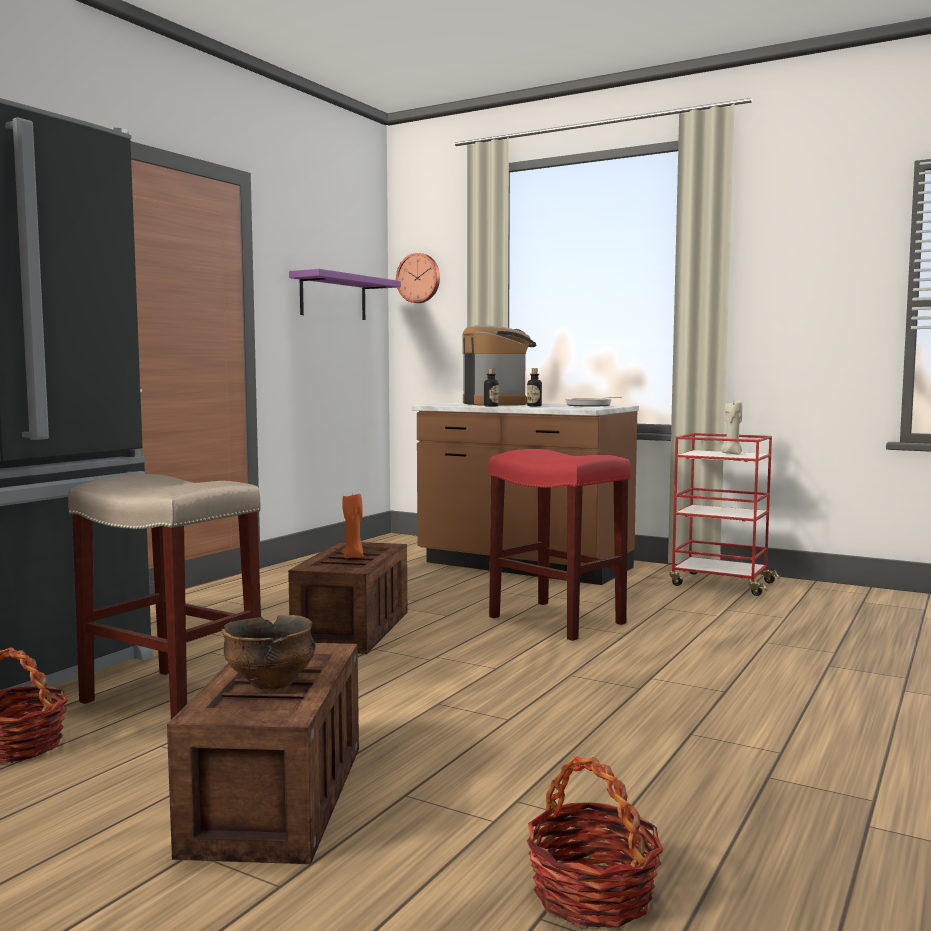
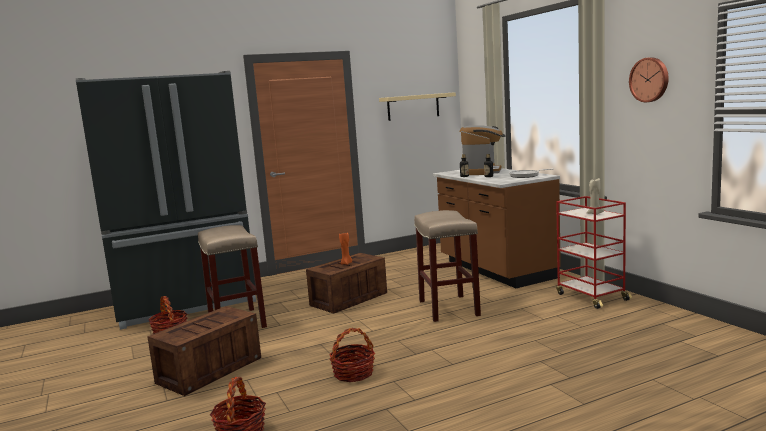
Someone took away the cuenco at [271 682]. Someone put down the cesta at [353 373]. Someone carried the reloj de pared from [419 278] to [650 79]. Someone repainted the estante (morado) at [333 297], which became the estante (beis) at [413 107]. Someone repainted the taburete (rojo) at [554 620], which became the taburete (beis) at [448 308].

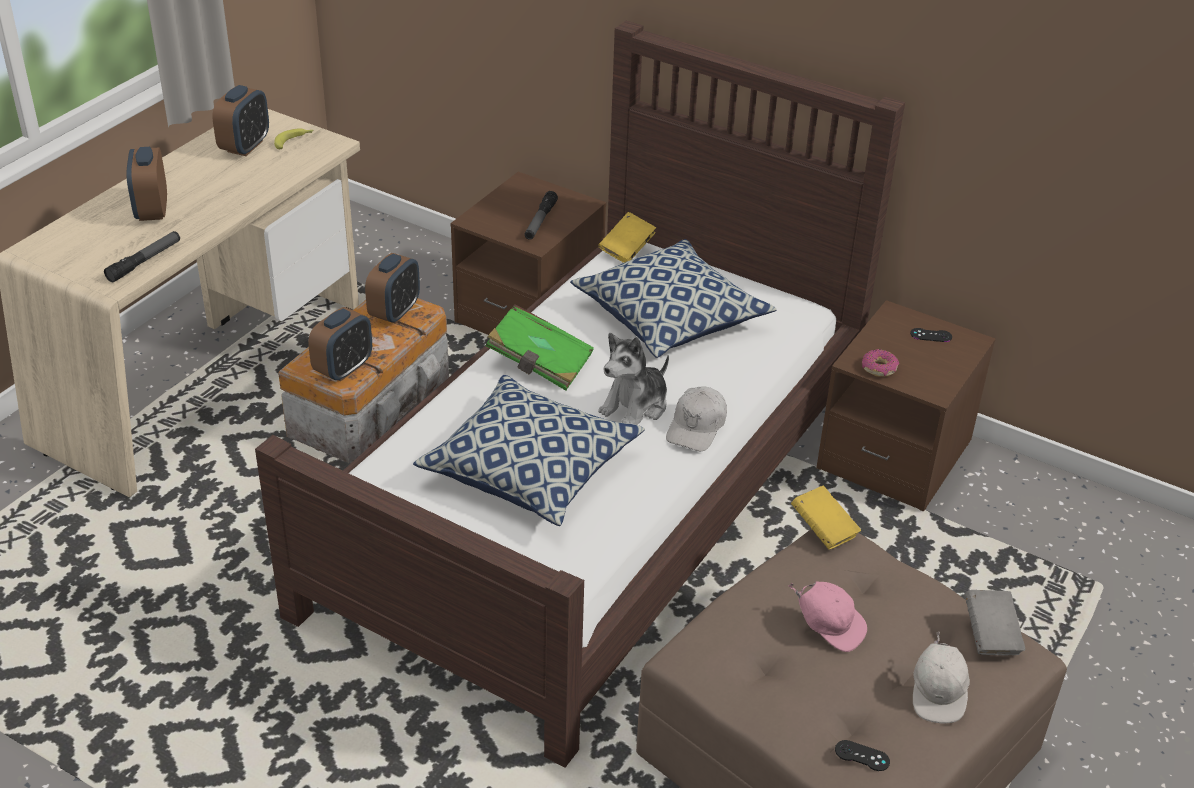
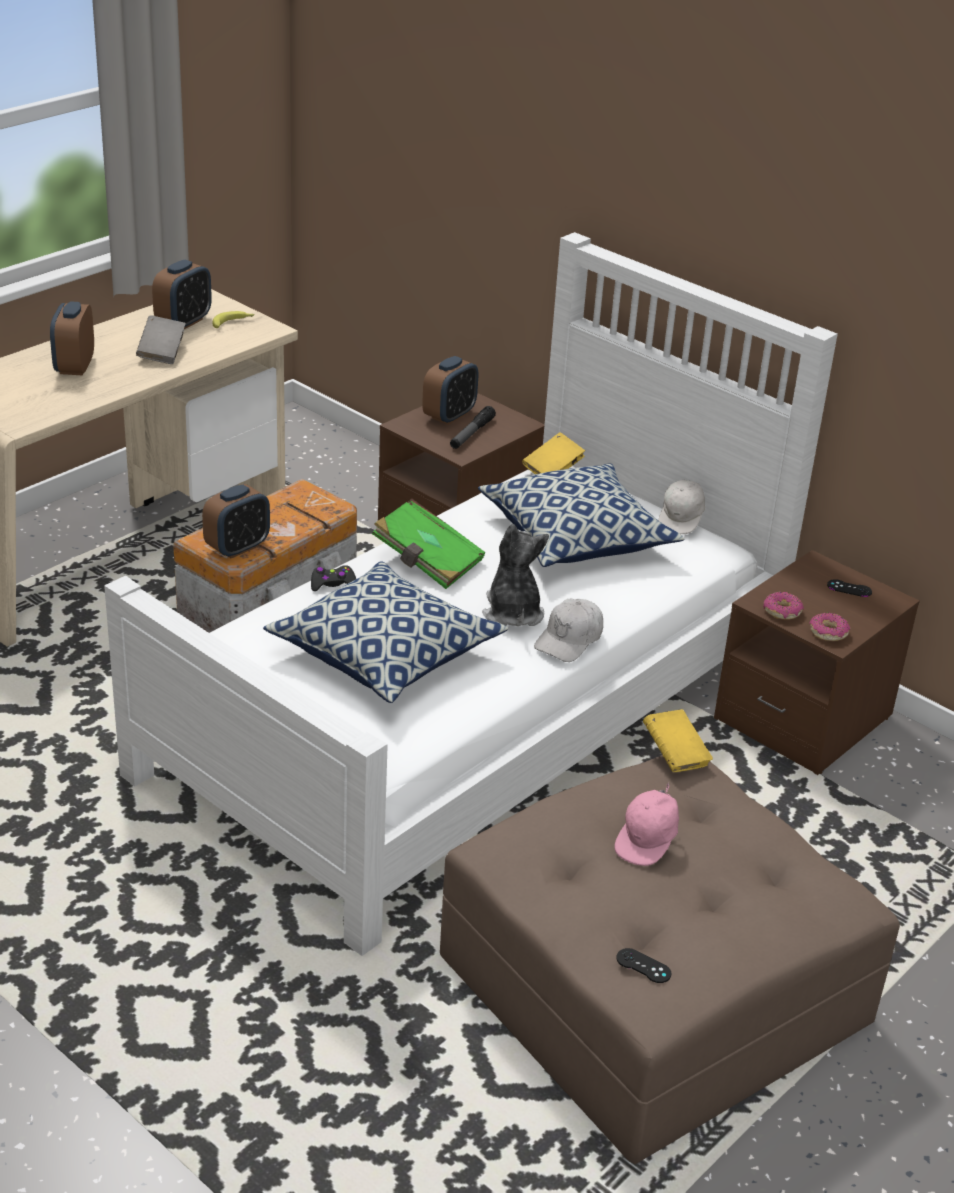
Someone took away the linterna at [144 261]. Someone put down the mando de consola (negro) at [332 584]. Someone put down the rosquilla at [828 632]. Someone carried the despertador from [395 312] to [449 416]. Someone carried the gorra (blanco) from [938 694] to [681 520]. Someone carried the libro (gris) from [990 635] to [162 353]. Someone repainted the cama (marrón) at [595 496], which became the cama (blanco) at [471 712]. Someone rotated the peluche at [635 407] by 120 degrees clockwise. Someone rotated the gorra (rosa) at [829 626] by 75 degrees clockwise.

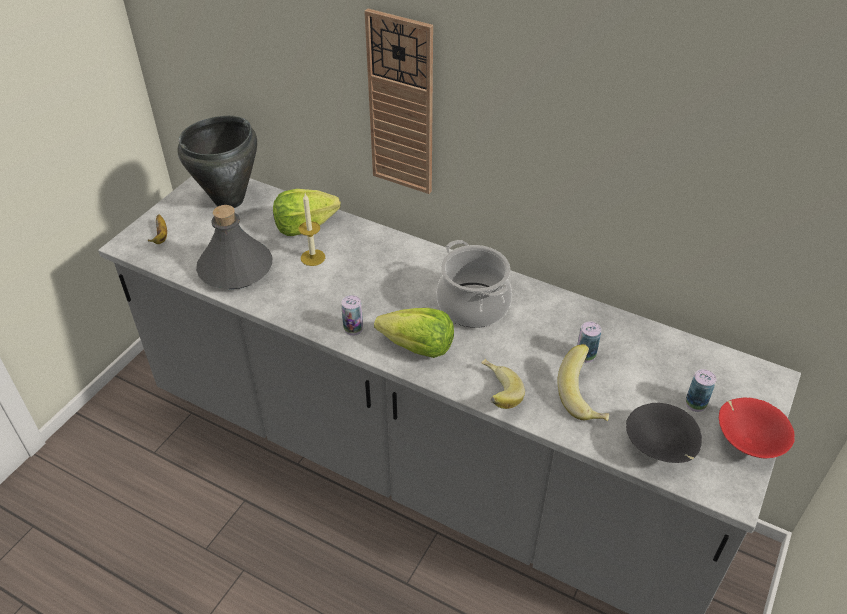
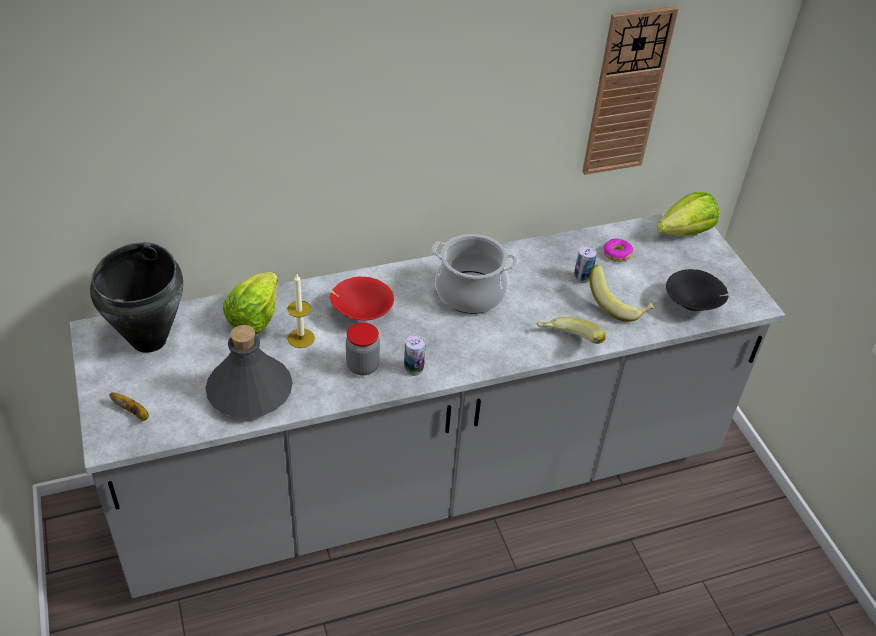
Someone took away the lata at [695 404]. Someone put down the tarro at [362 366]. Someone put down the rosquilla at [616 254]. Someone carried the reloj de pared from [401 105] to [626 93]. Someone carried the lechuga from [417 347] to [685 232]. Someone carried the cuenco (rojo) from [747 441] to [361 314].

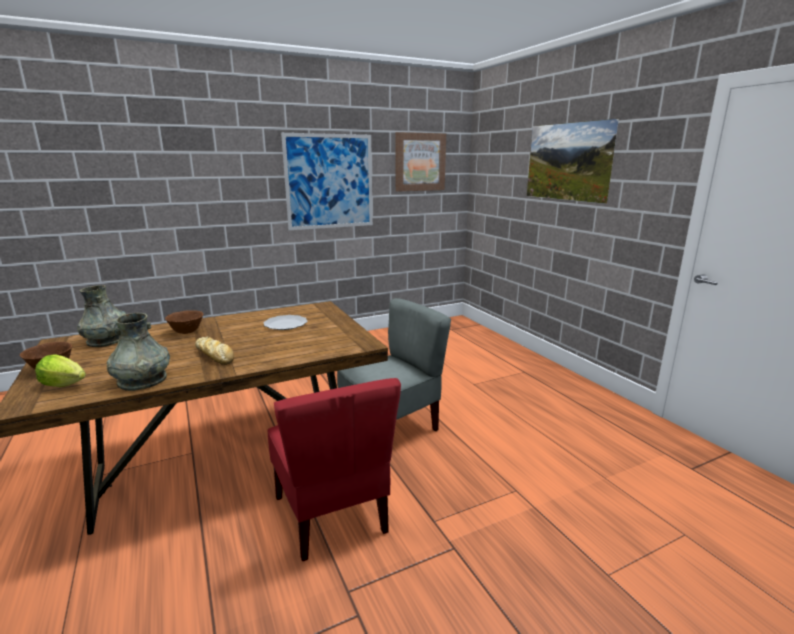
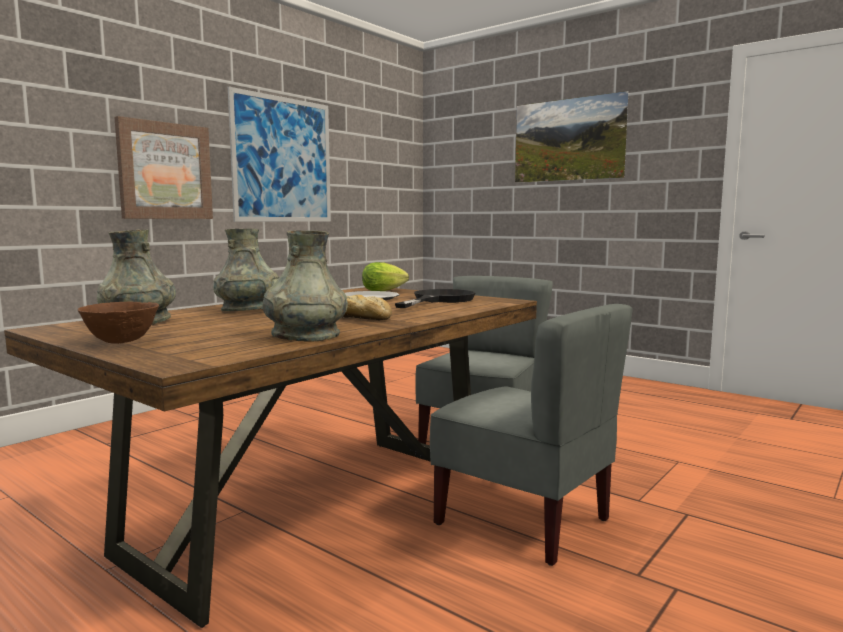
Someone put down the sartén (negro) at [438 300]. Someone carried the lechuga from [66 385] to [385 291]. Someone carried the cuadro from [420 162] to [165 171]. Someone swapped the cuenco (marrón) at [187 332] for the florero (gris) at [248 310]. Someone repainted the silla (rojo) at [332 514], which became the silla (gris) at [524 521].

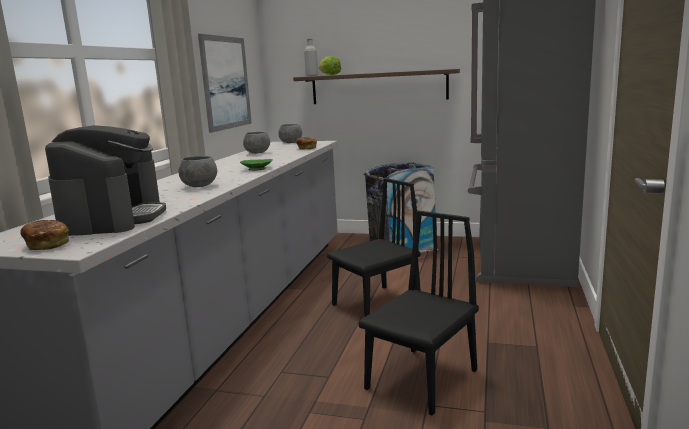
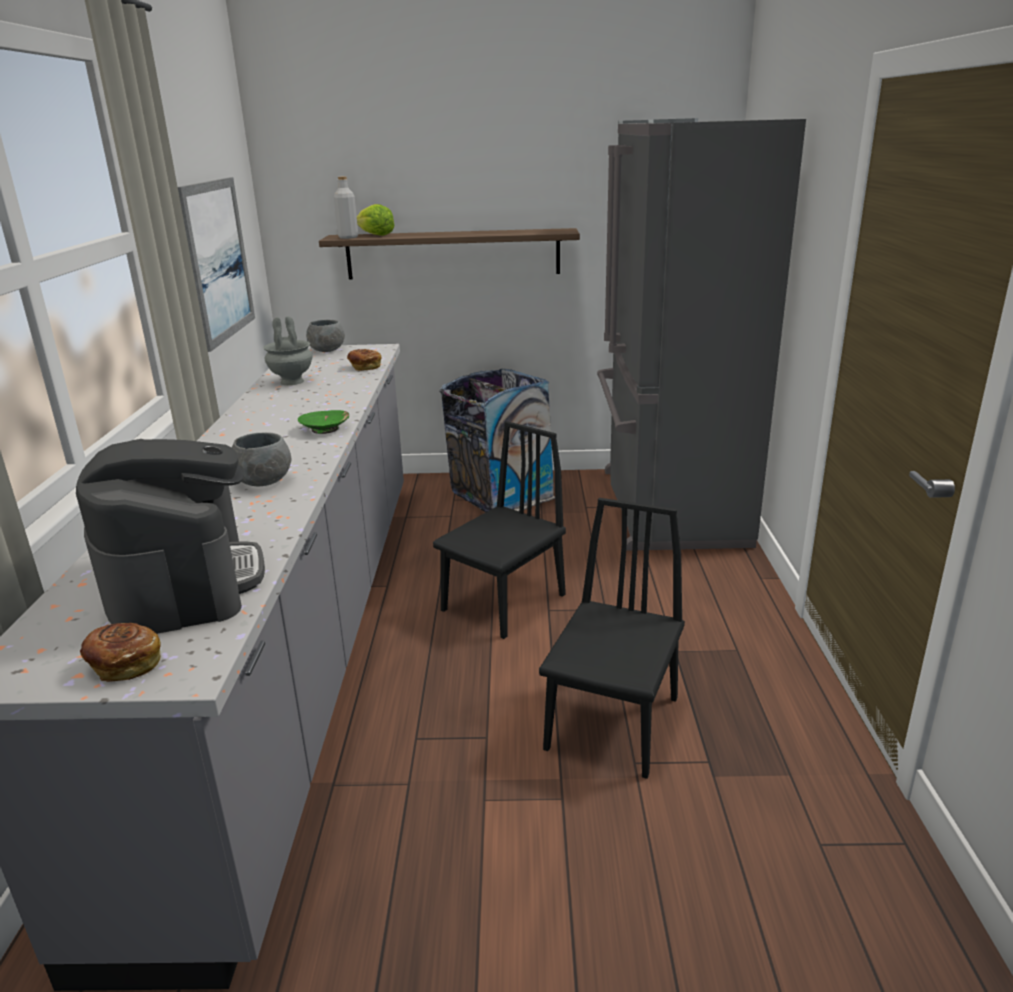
Someone swapped the cuenco (gris) at [257 153] for the florero (gris) at [291 382].

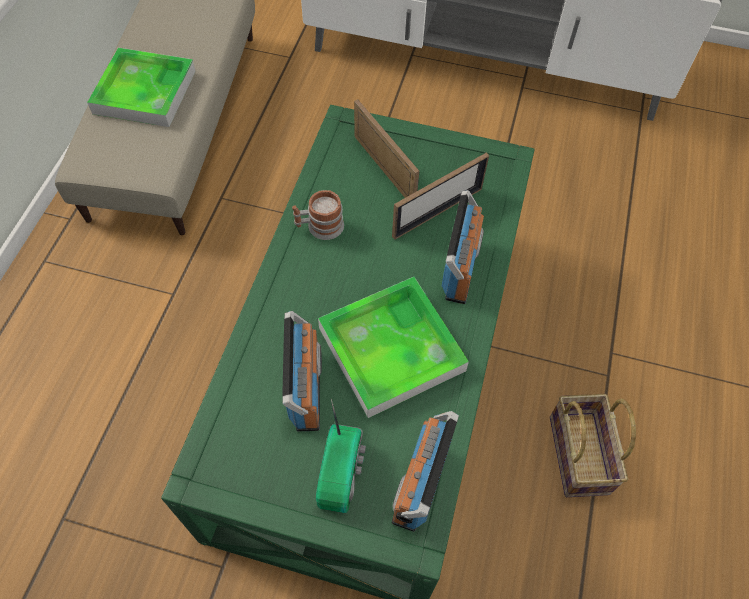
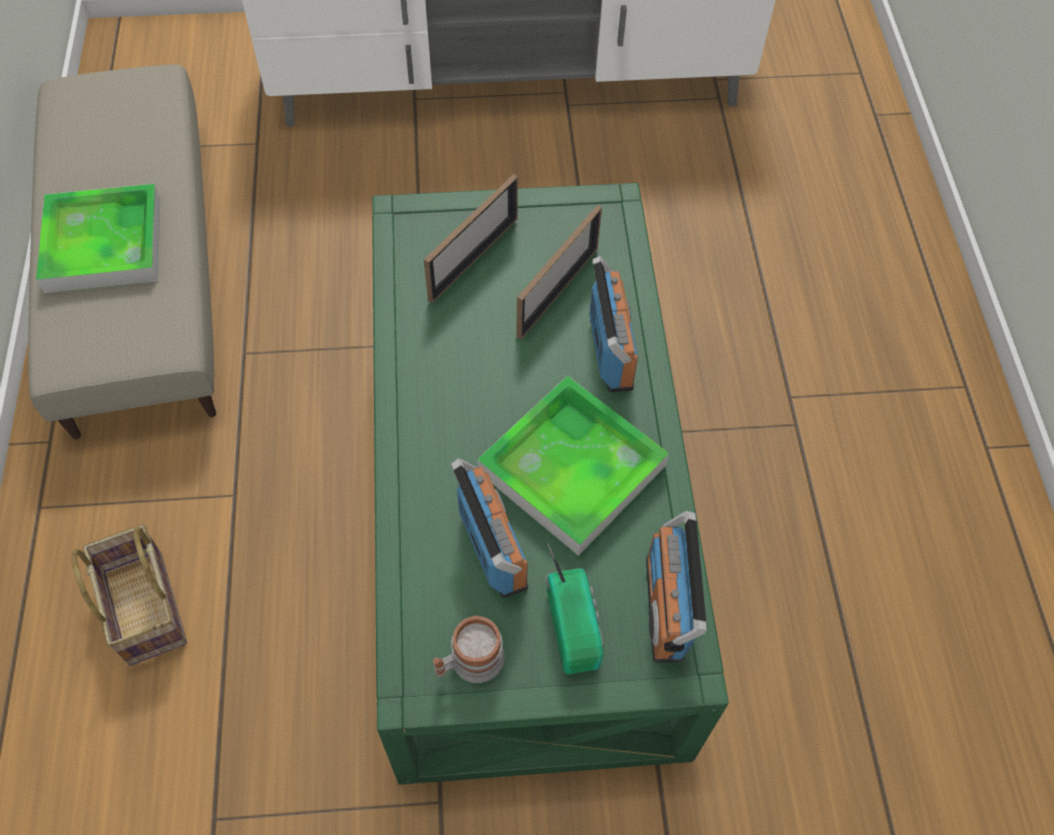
Someone carried the taza grande from [319 227] to [469 662]. Someone carried the cesta from [581 456] to [148 609]. Someone rotated the portarretratos at [384 169] by 90 degrees clockwise.

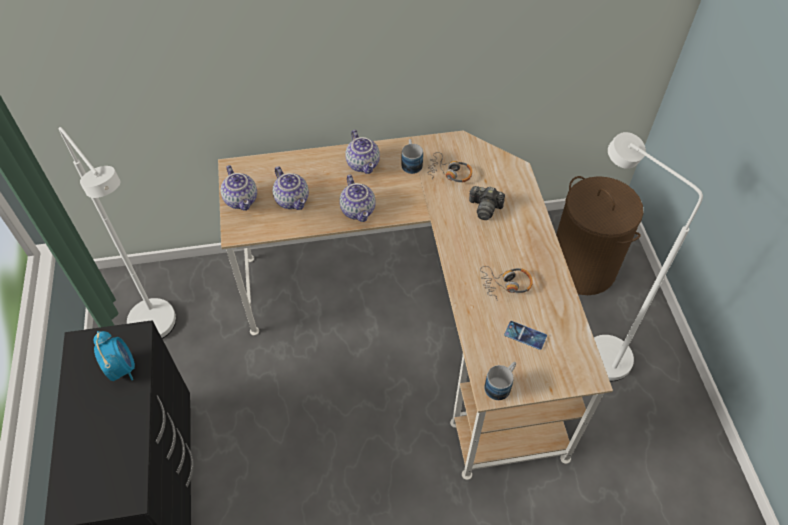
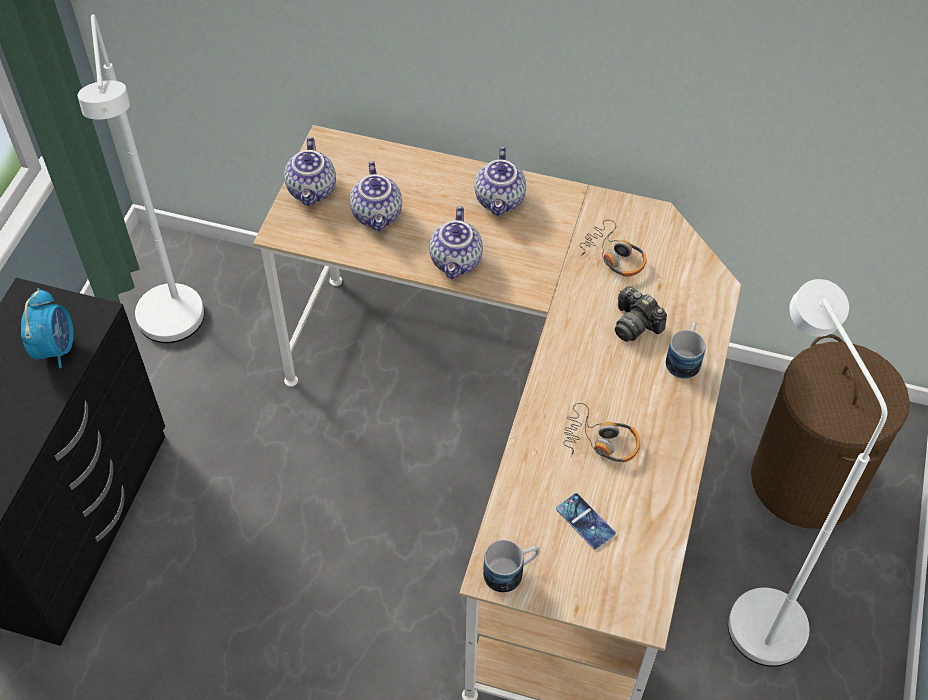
Someone carried the taza grande from [411 162] to [684 358].

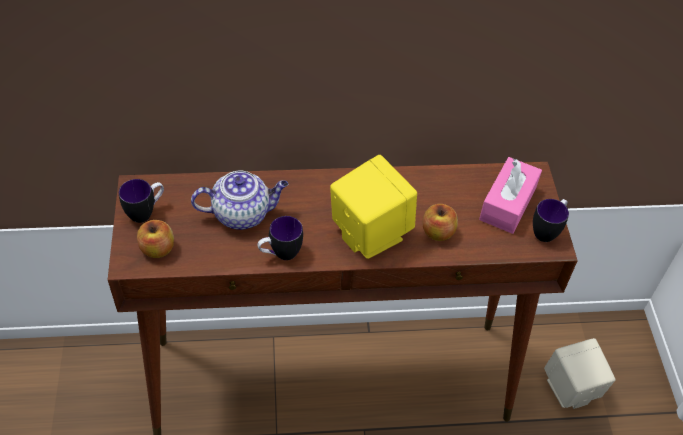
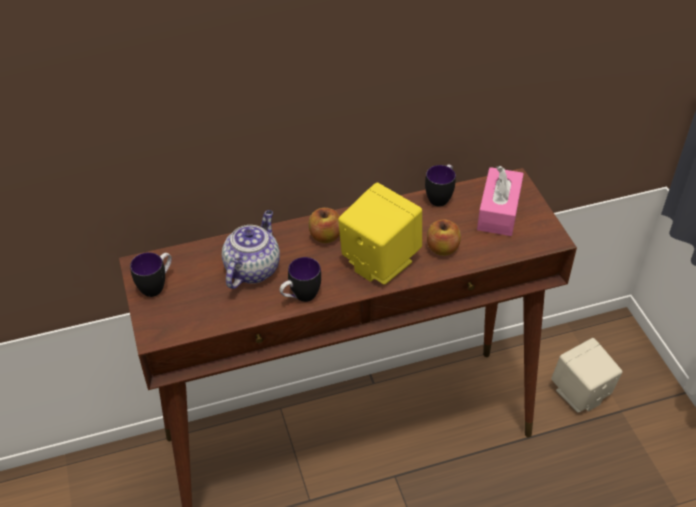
Someone carried the manzana from [157 249] to [325 236]. Someone carried the taza grande from [547 230] to [440 197]. Someone rotated the tetera at [242 214] by 45 degrees counterclockwise.

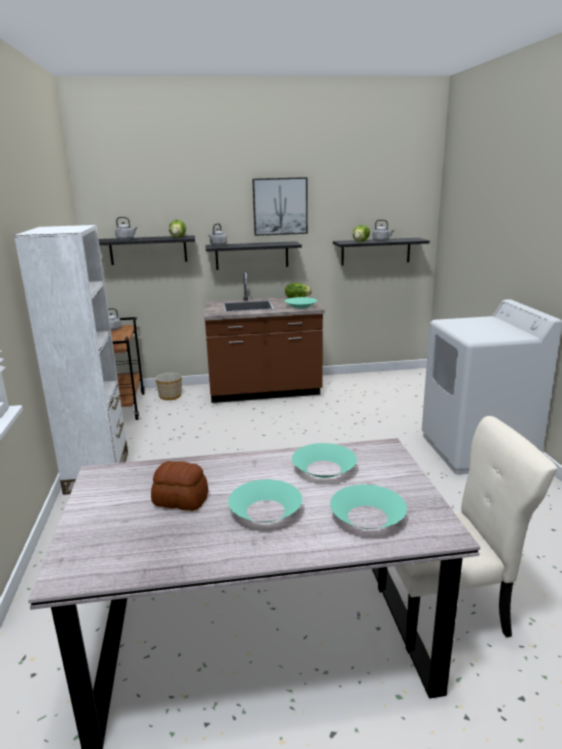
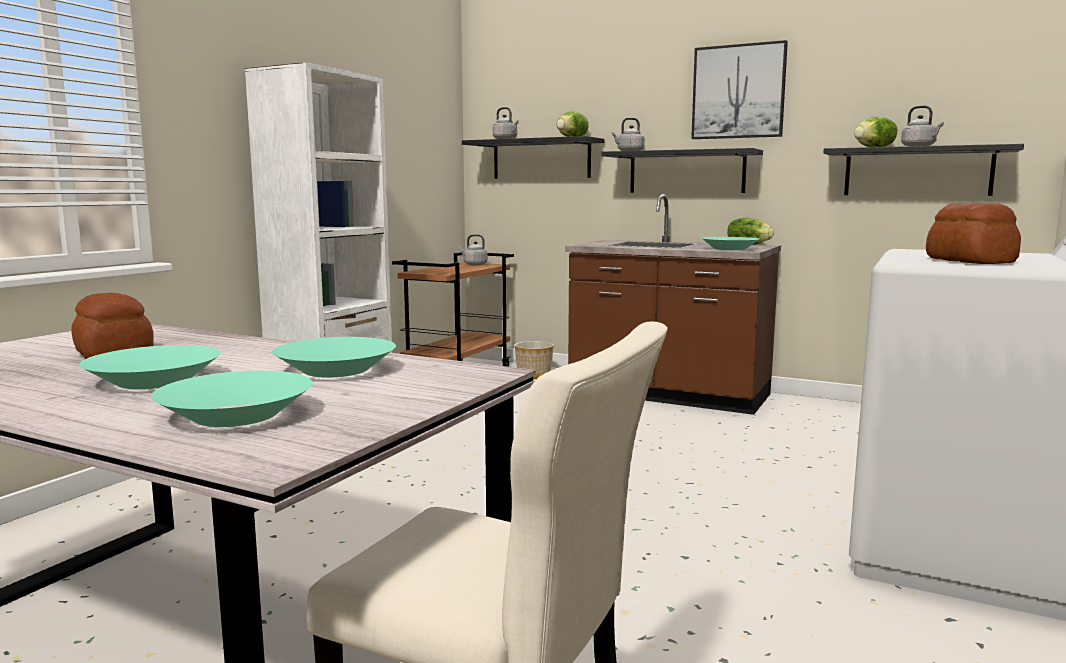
Someone put down the pan at [970 261].

